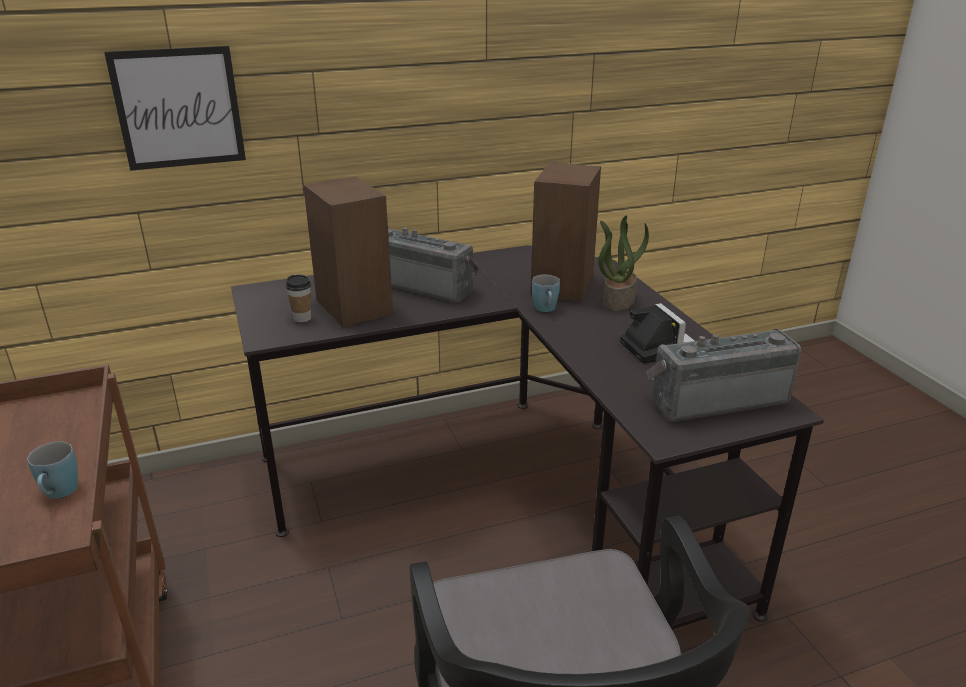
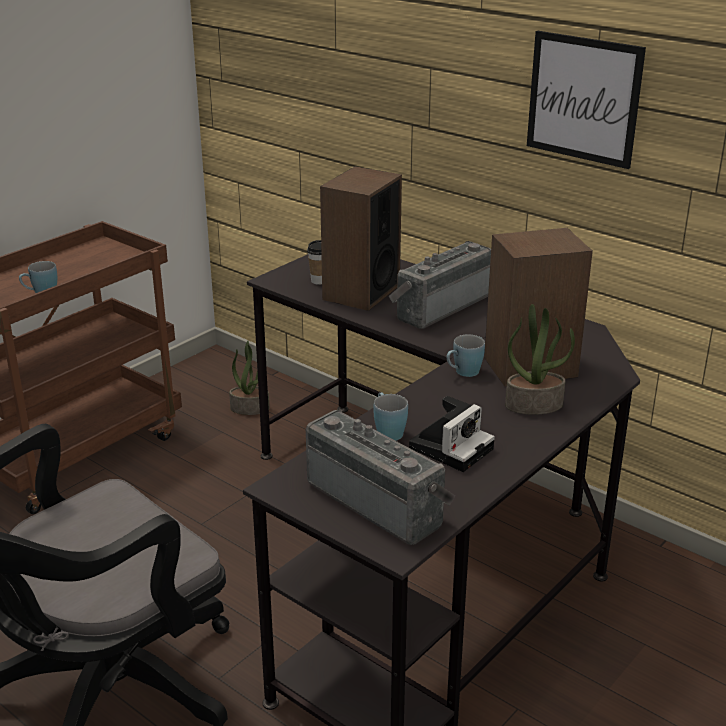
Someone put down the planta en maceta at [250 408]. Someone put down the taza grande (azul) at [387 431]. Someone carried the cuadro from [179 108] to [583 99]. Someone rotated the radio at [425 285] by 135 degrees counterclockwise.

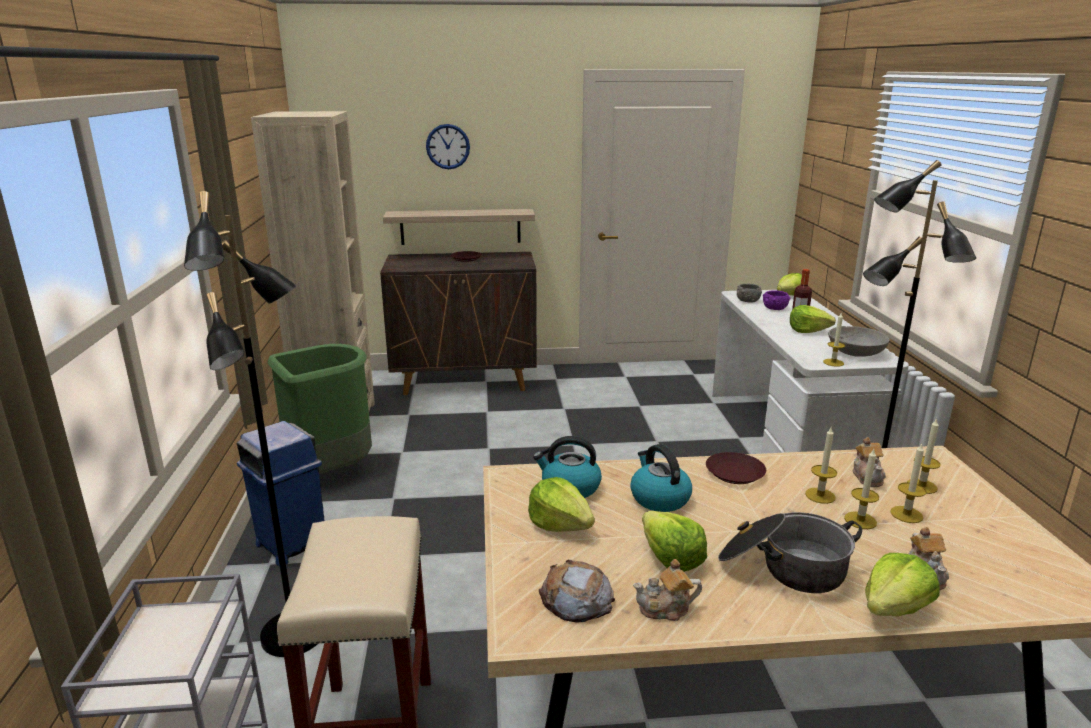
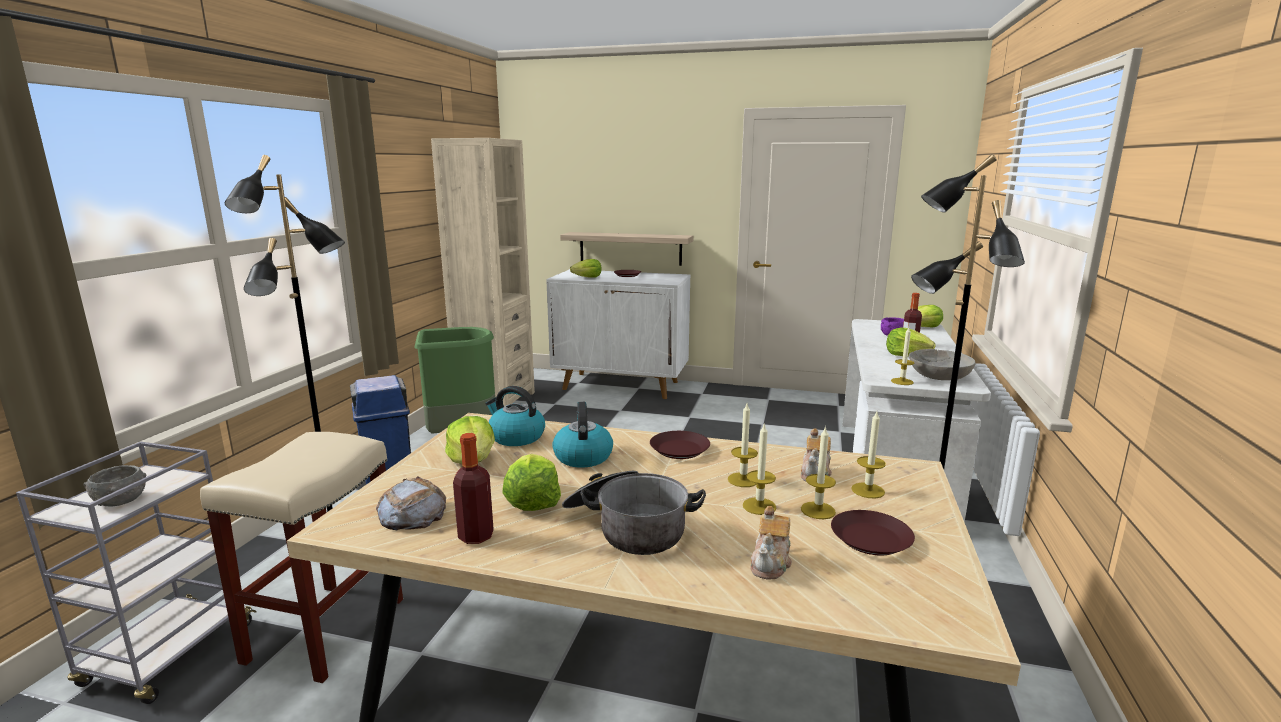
Someone took away the reloj de pared at [448 146]. Someone put down the plato (marrón) at [870 539]. Someone carried the cuenco (gris) from [748 301] to [120 500]. Someone carried the lechuga from [895 608] to [587 277]. Someone swapped the tetera at [666 609] for the botella at [476 536]. Someone repainted the armario (marrón) at [466 381], which became the armario (blanco) at [621 385].

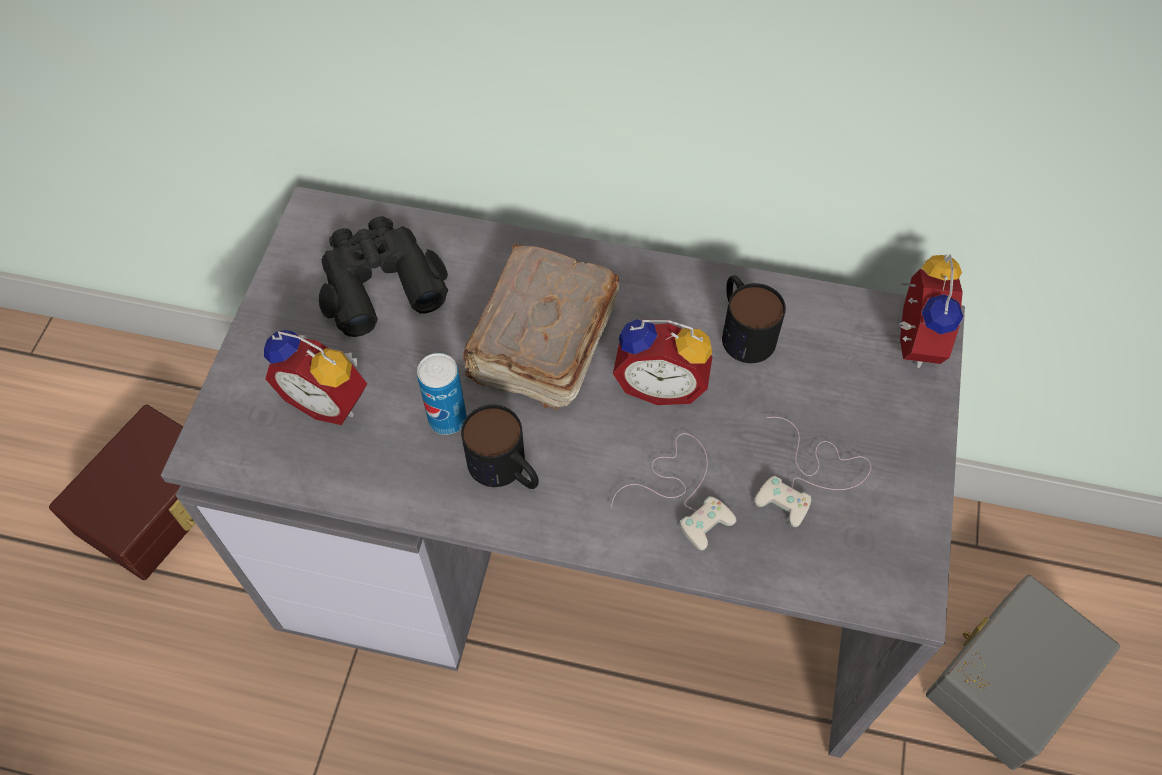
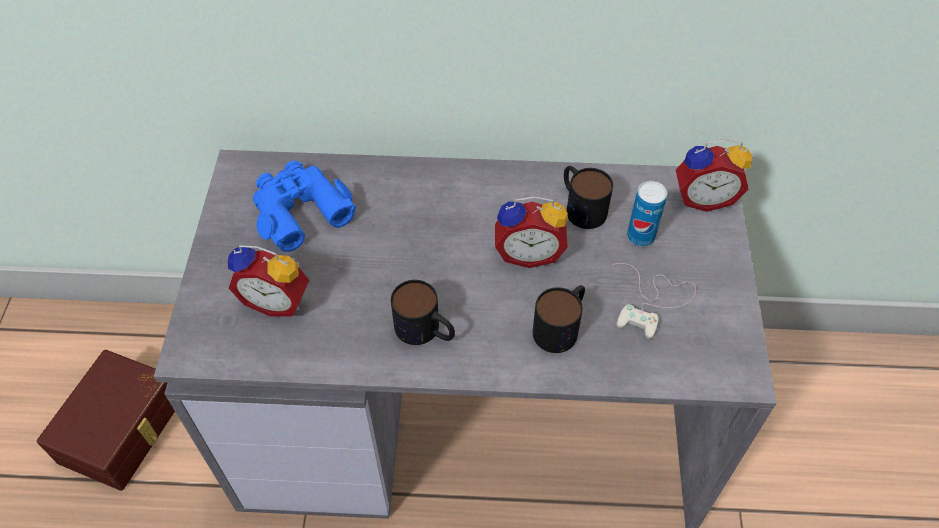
Someone took away the libro (marrón) at [541 343]. Someone took away the caja de almacenaje (gris) at [1005 678]. Someone carried the lata from [447 419] to [640 236]. Someone swapped the mando de consola (blanco) at [682 491] for the taza grande at [561 326]. Someone repainted the prismáticos (negro) at [379 282], which became the prismáticos (azul) at [299 210]. Someone rotated the despertador at [911 341] by 90 degrees clockwise.

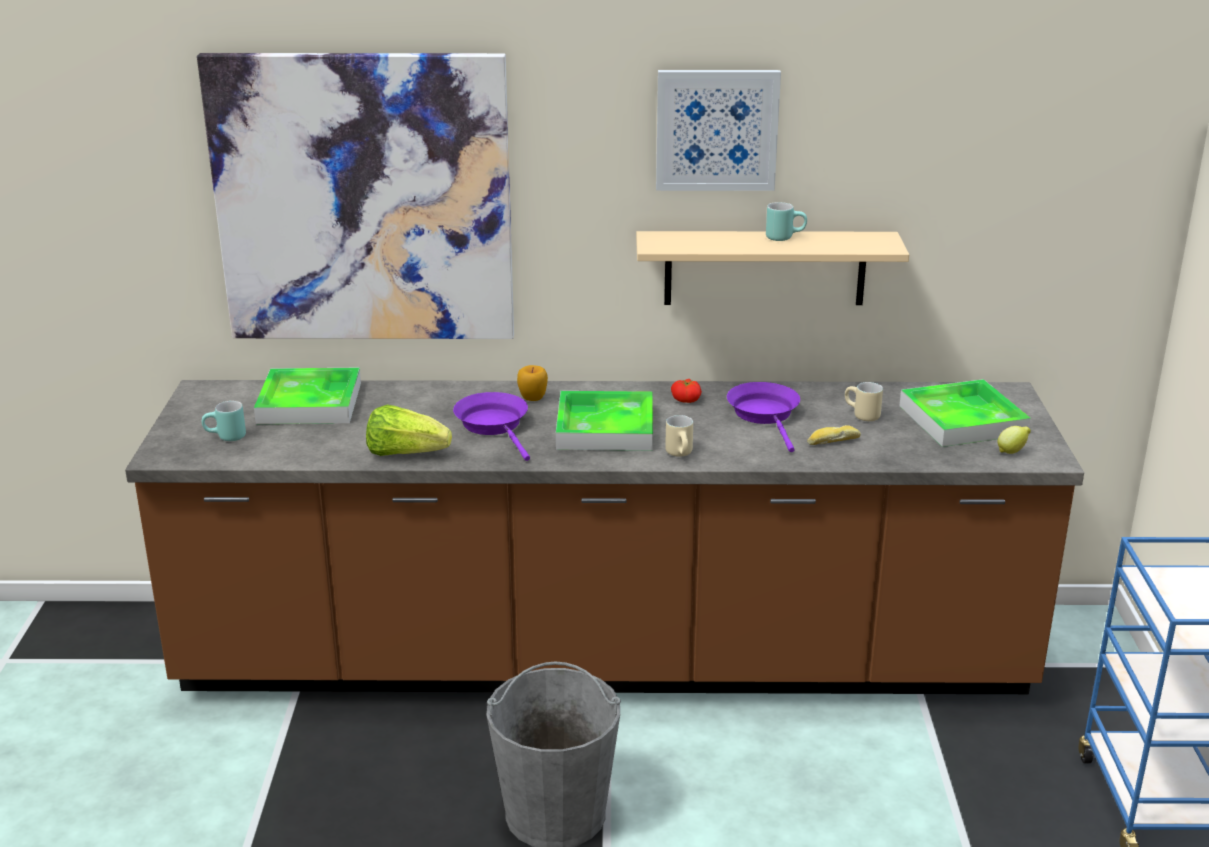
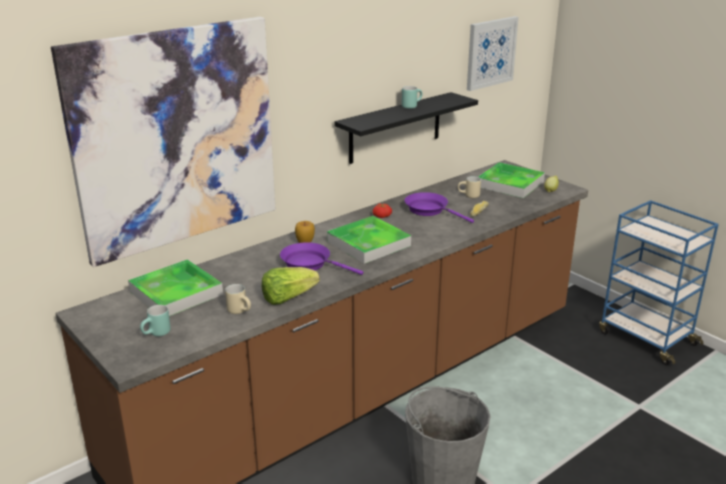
Someone carried the cuadro from [716 130] to [490 53]. Someone carried the taza grande (beis) from [682 454] to [241 311]. Someone repainted the estante (beis) at [765 268], which became the estante (negro) at [395 128].

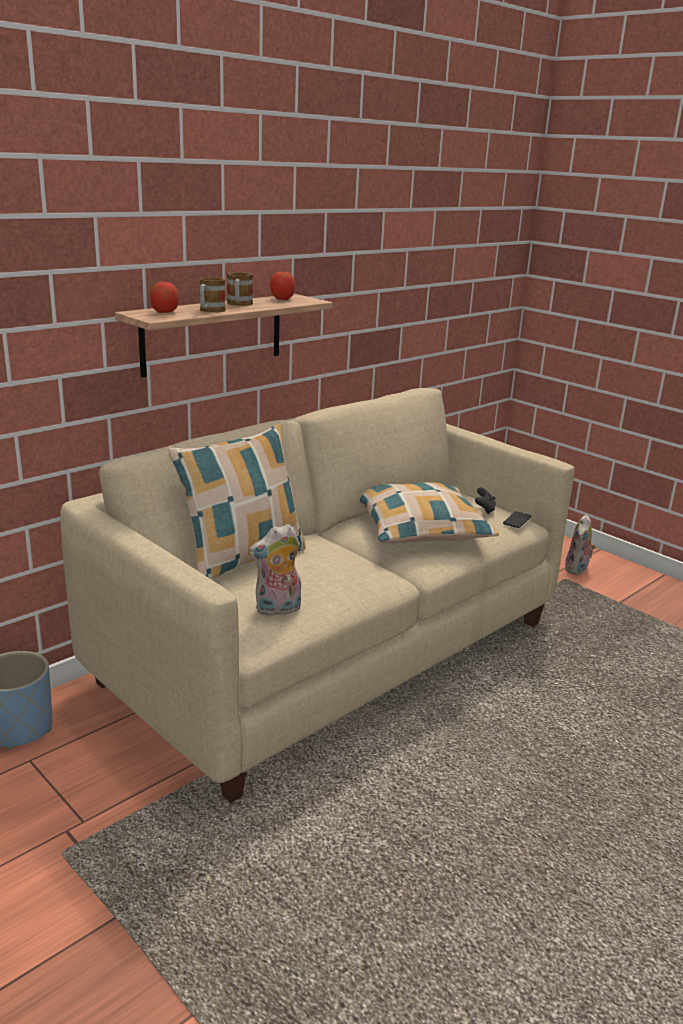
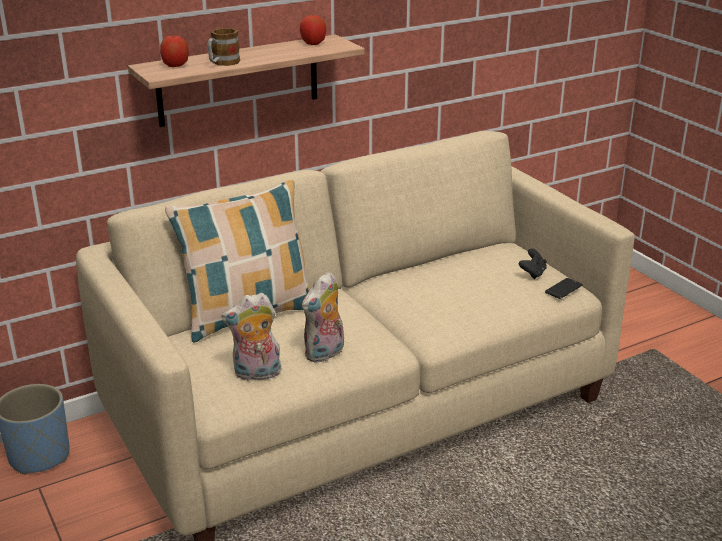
Someone took away the taza grande at [239 304]. Someone took away the cojín at [420 528]. Someone carried the peluche from [577 569] to [325 354].

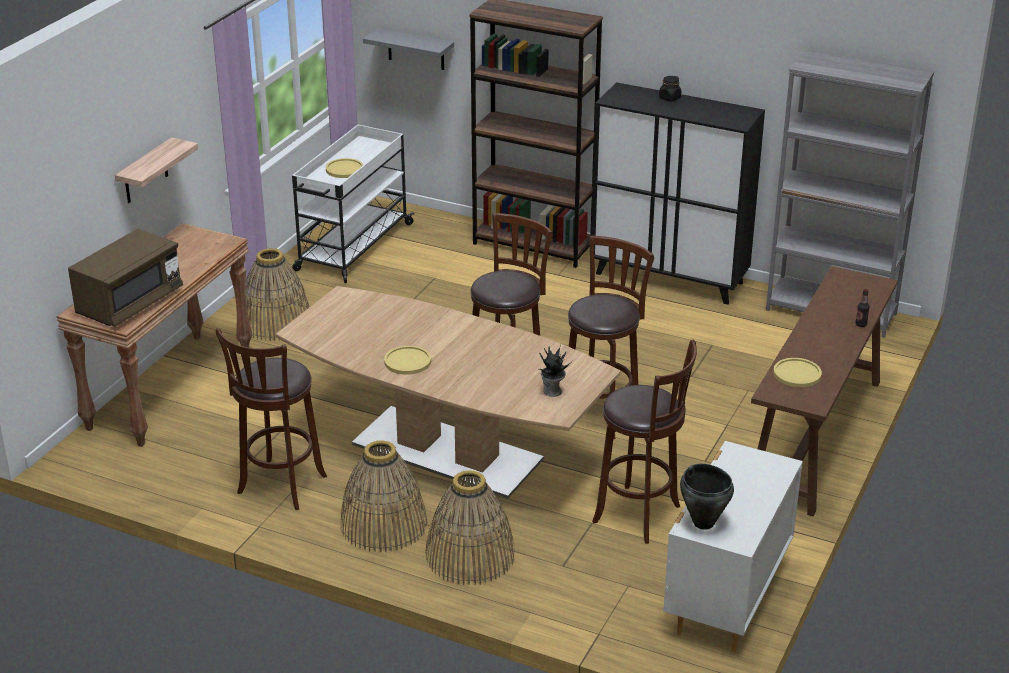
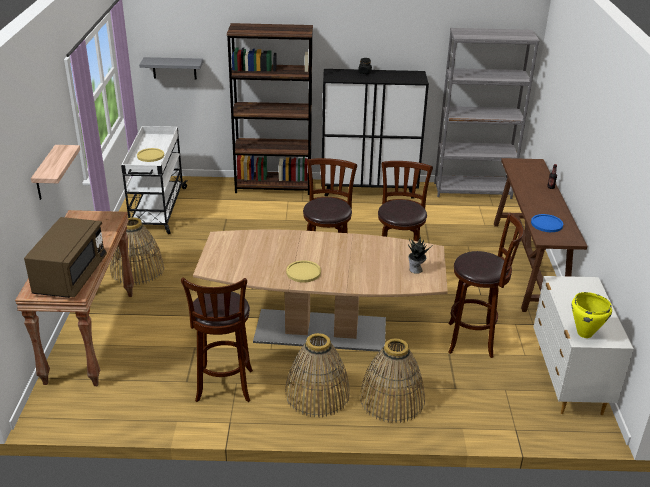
Someone repainted the olla (negro) at [703 522], which became the olla (amarillo) at [584 333]. Someone repainted the plato (amarillo) at [797 374], which became the plato (azul) at [546 224].

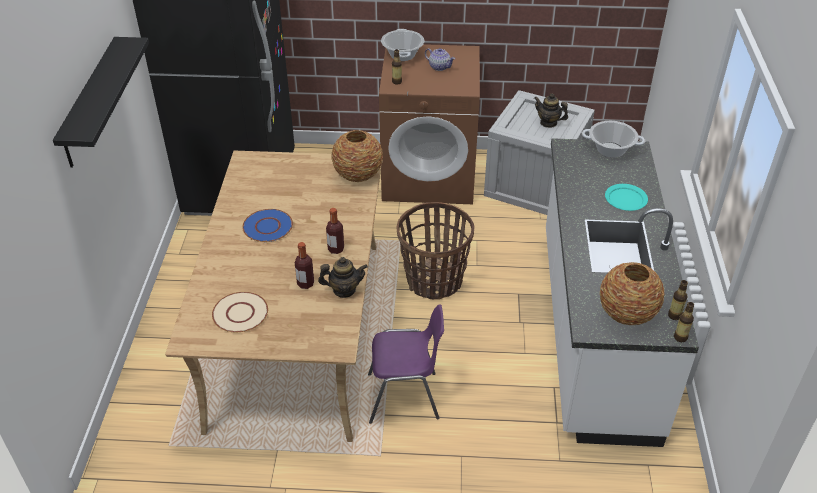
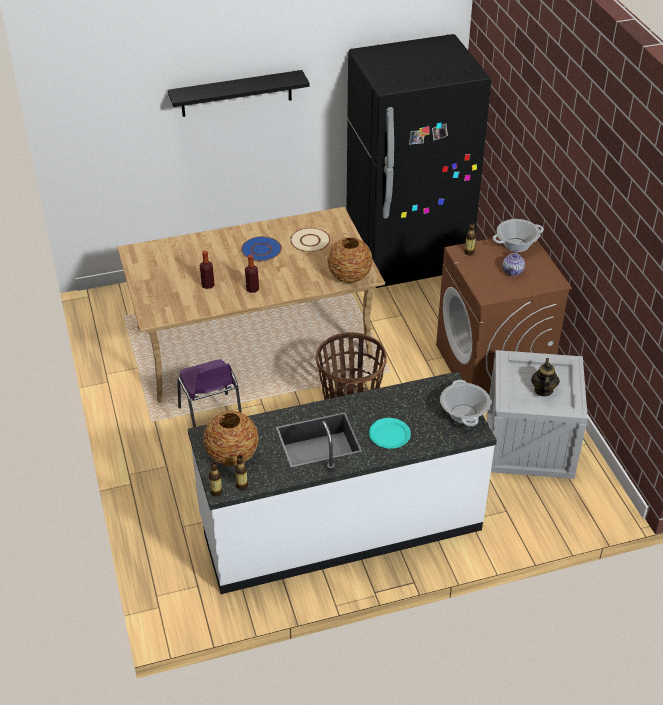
Someone took away the tetera at [344 290]. Someone carried the plato (beis) from [240 313] to [310 241].

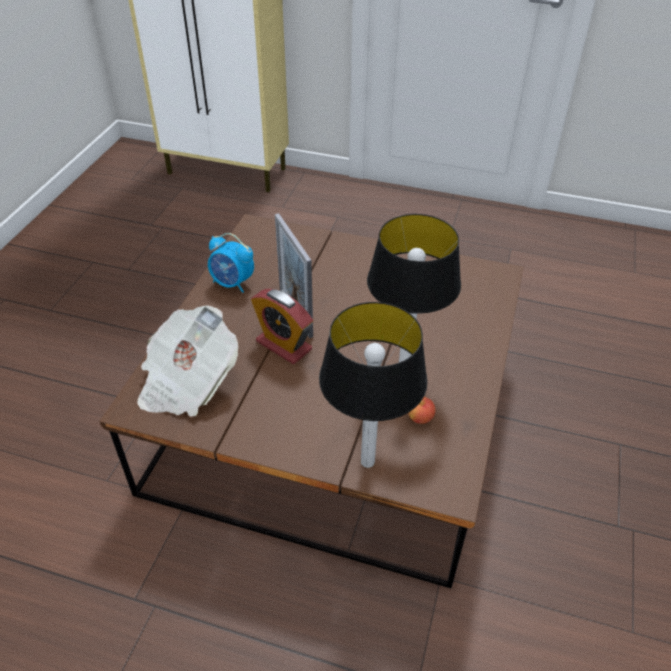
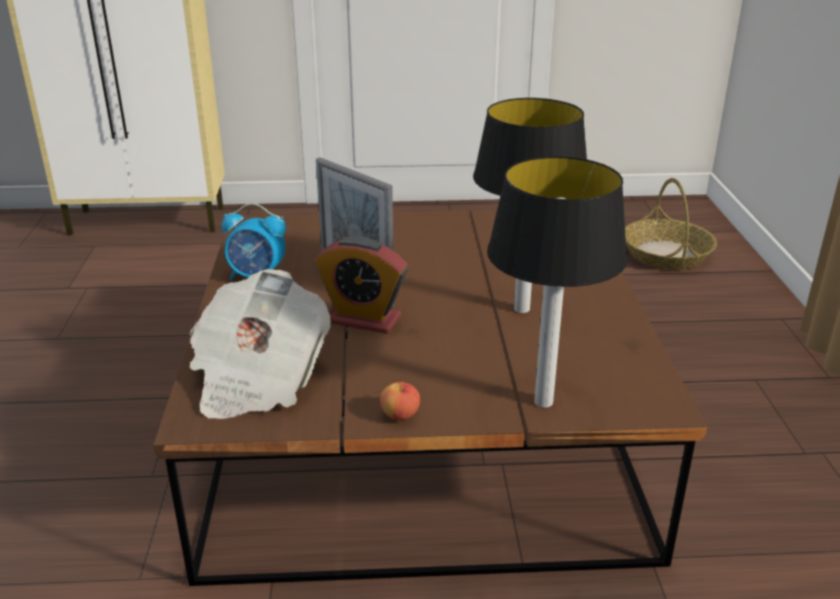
Someone put down the cesta at [665 254]. Someone carried the manzana from [420 417] to [400 415].

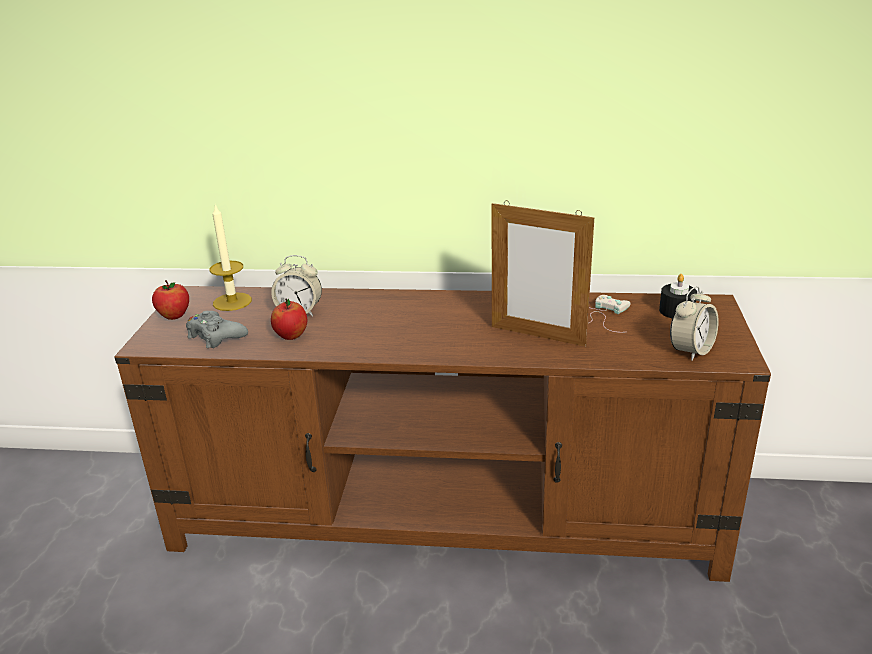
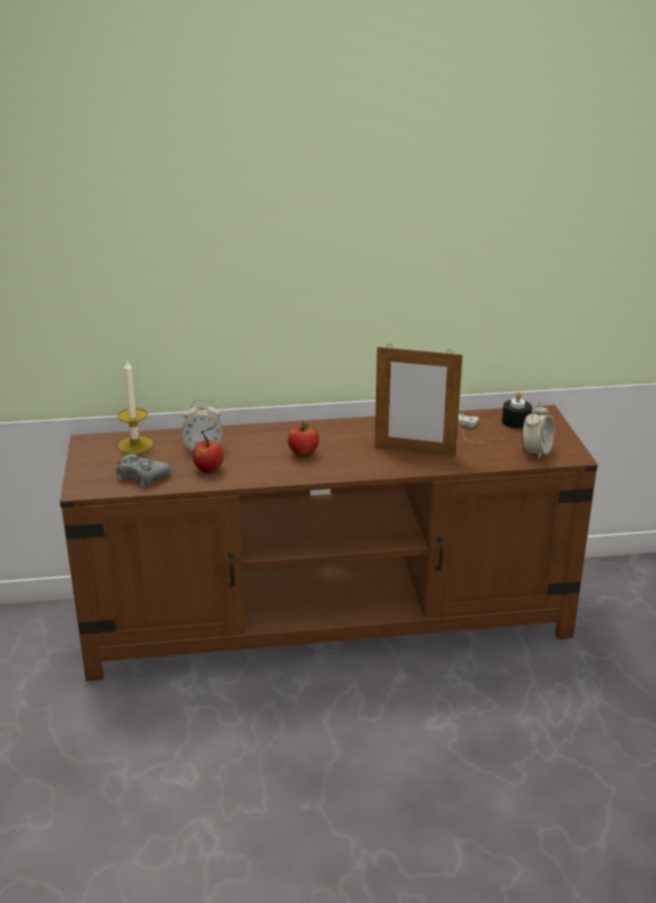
Someone carried the manzana from [174 316] to [303 454].

